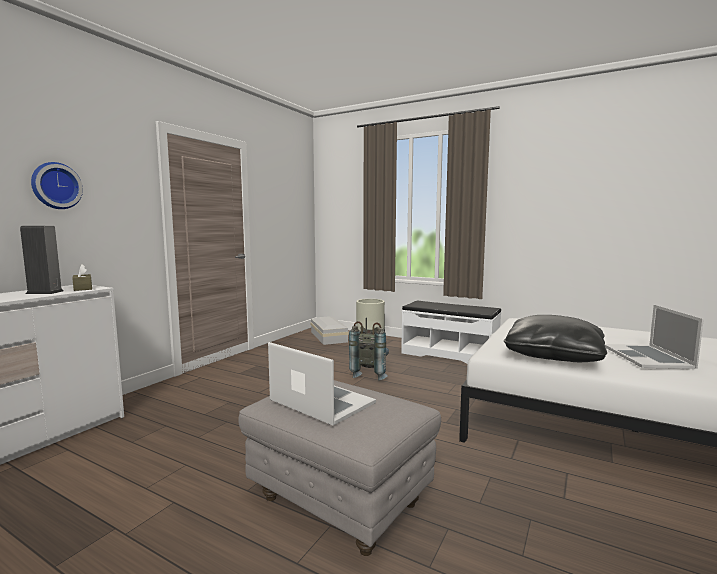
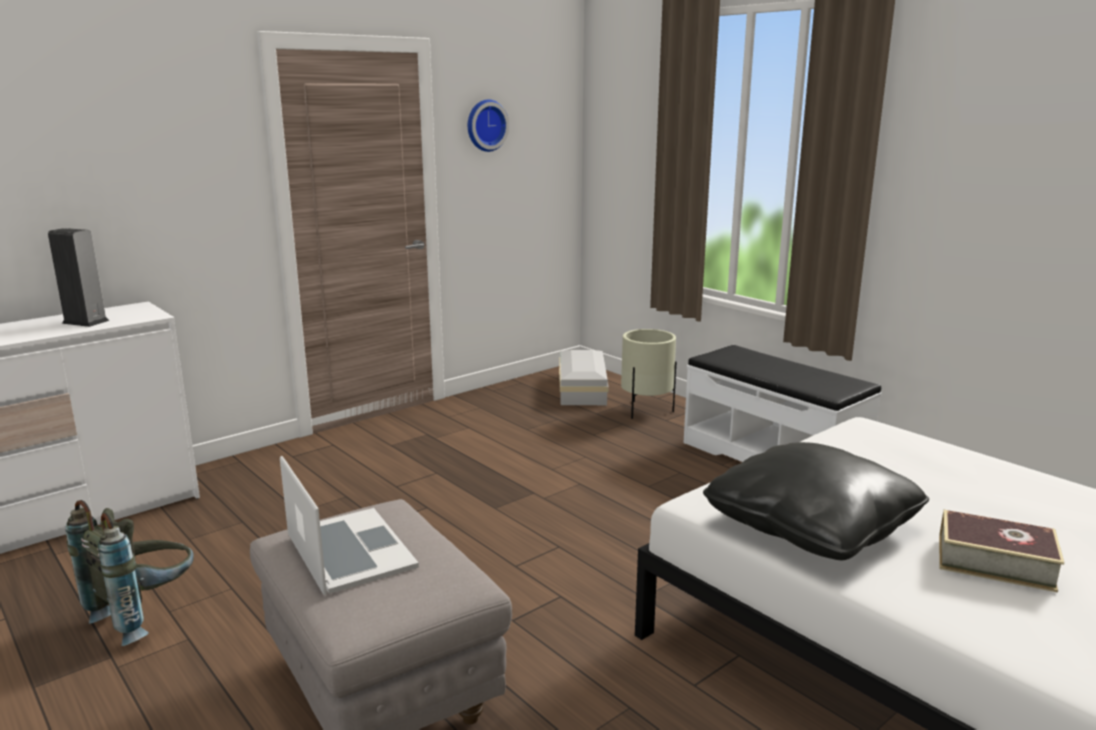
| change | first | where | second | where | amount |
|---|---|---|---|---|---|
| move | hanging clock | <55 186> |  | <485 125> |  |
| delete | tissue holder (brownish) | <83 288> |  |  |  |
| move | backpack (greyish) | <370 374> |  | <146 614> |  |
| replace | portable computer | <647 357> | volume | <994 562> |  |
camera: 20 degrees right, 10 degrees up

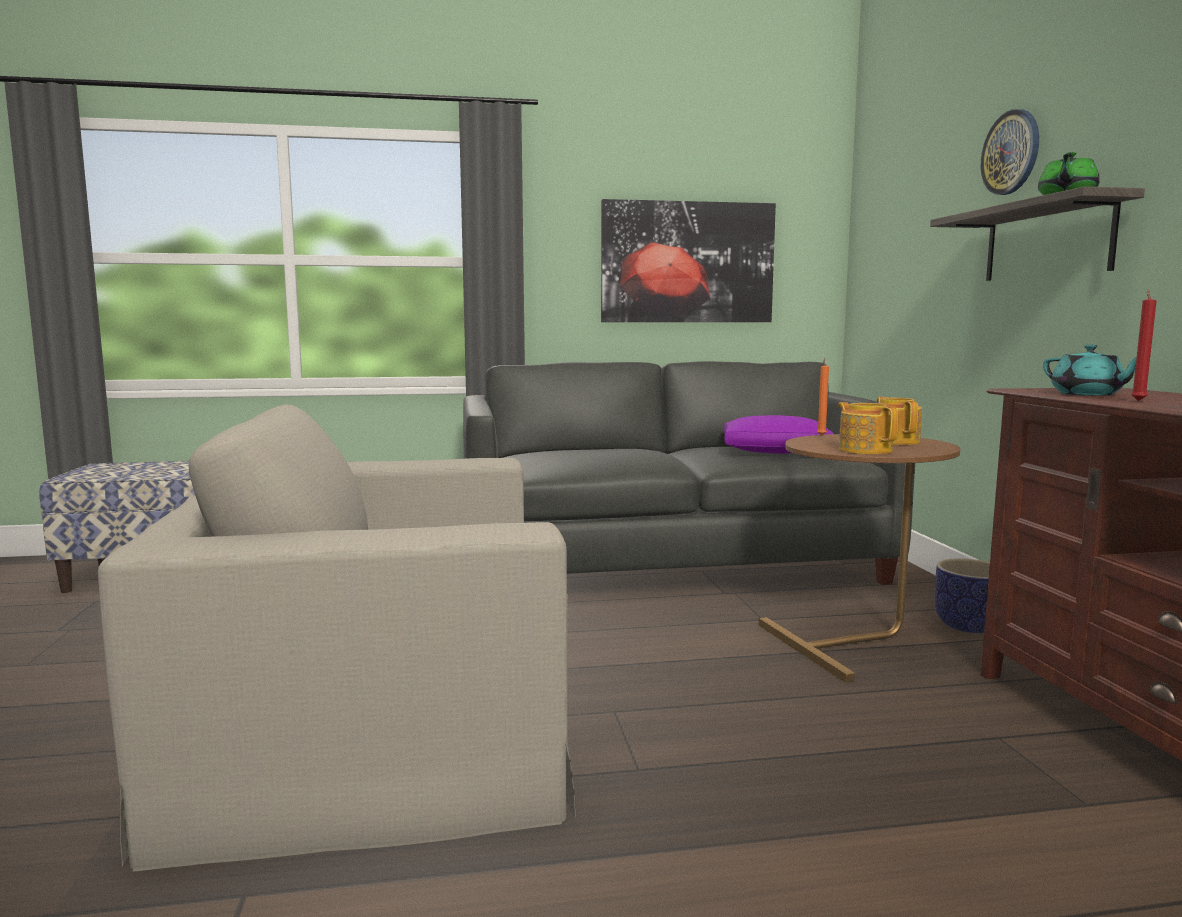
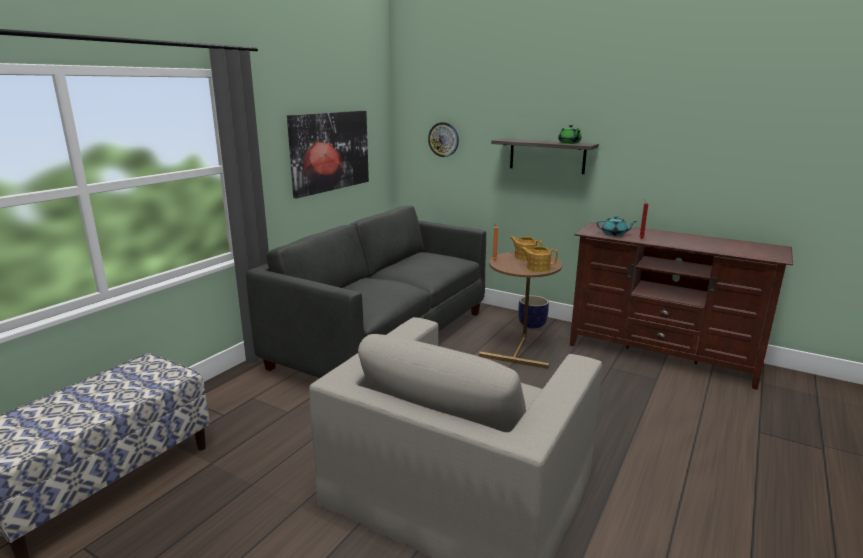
| change | first | where | second | where | amount |
|---|---|---|---|---|---|
| delete | cushion (purple-coloured) | <777 451> |  |  |  |
| move | hanging clock | <1011 152> |  | <443 139> |  |
camera: 50 degrees left, 10 degrees up

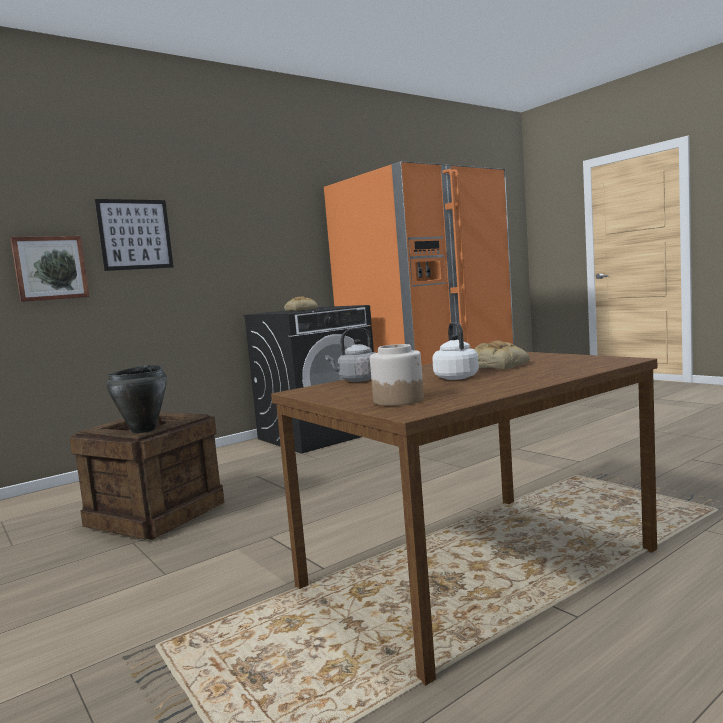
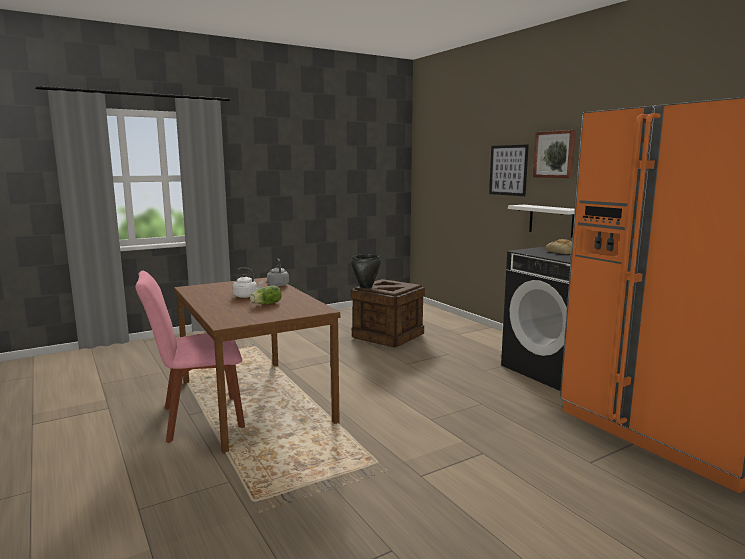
| change | first | where | second | where | amount |
|---|---|---|---|---|---|
| move | wall art | <50 268> |  | <555 154> |  |
| delete | jar | <398 400> |  |  |  |
| replace | bread | <497 366> | lettuce | <265 304> |  |
| insert |  |  | upright chair (pink) | <197 419> |  |
| insert |  |  | shelf (whitish) | <551 220> |  |
camera: 95 degrees right, 5 degrees up

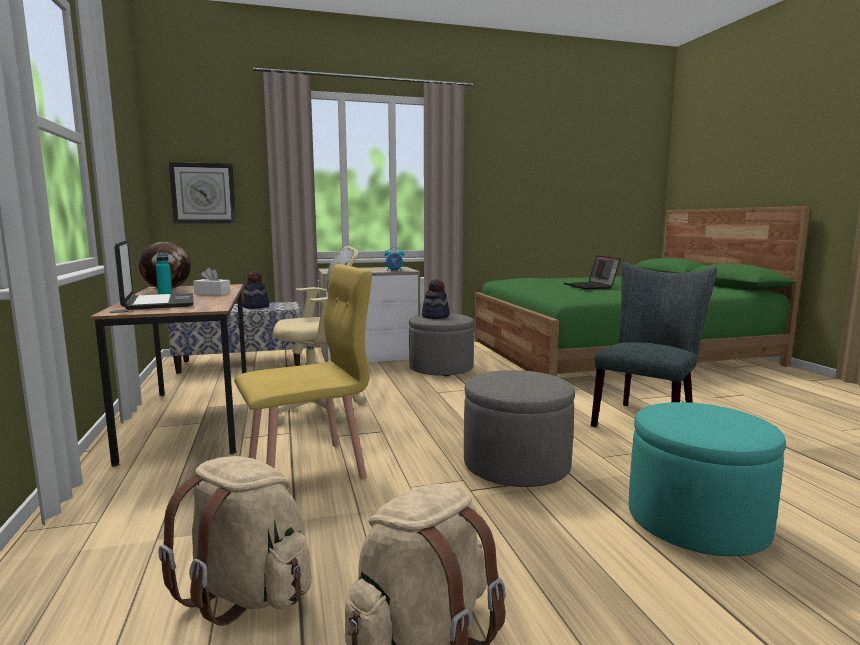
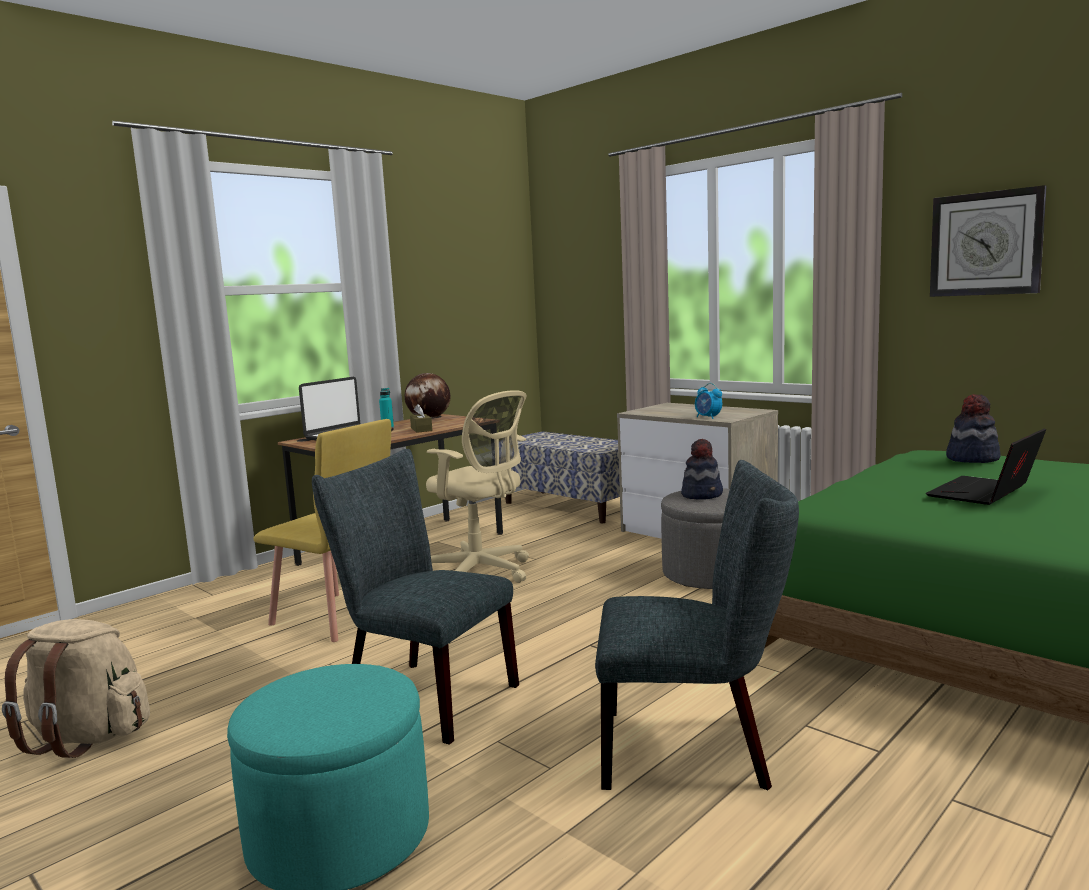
| change | first | where | second | where | amount |
|---|---|---|---|---|---|
| delete | backpack (beige) | <247 591> |  |  |  |
| move | hanging clock | <203 193> |  | <986 244> |  |
| recolor | tissue holder (whitish) | <212 293> | tissue holder (brownish) | <421 429> |  |
| move | clothing hat | <255 306> |  | <972 458> |  |
| replace | footrest (greyish) | <516 465> | upright chair (greyish) | <421 696> |  |
camera: 60 degrees right, 0 degrees up

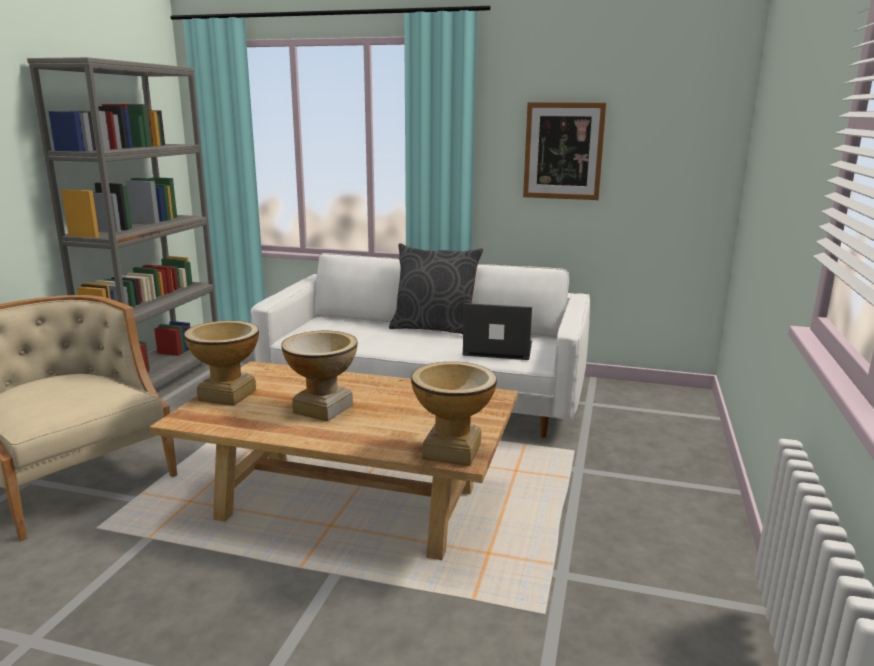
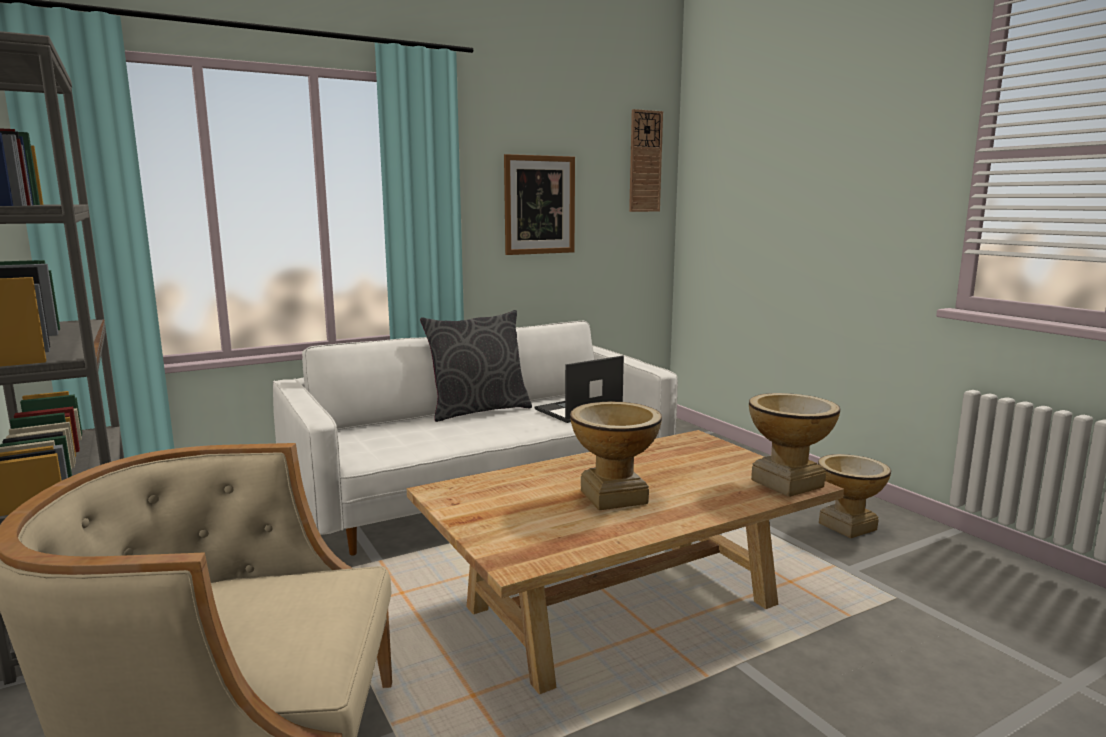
| change | first | where | second | where | amount |
|---|---|---|---|---|---|
| move | vase | <228 395> |  | <847 526> |  |
| insert |  |  | hanging clock | <645 161> |  |
camera: 45 degrees left, 5 degrees down

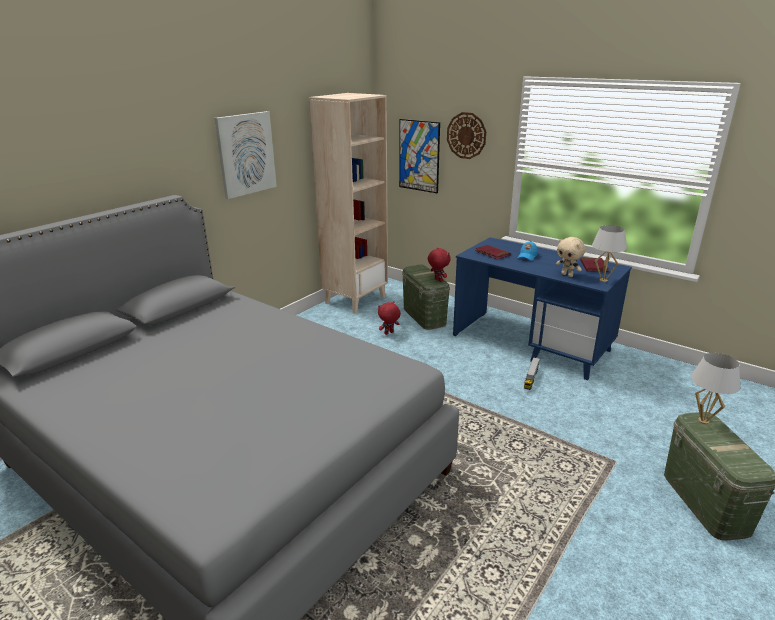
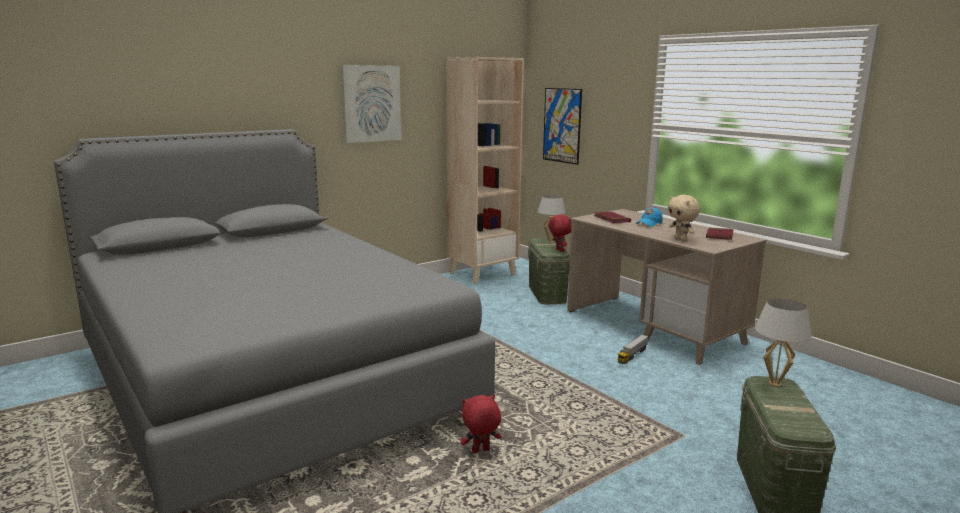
| change | first | where | second | where | amount |
|---|---|---|---|---|---|
| move | soft toy (reddish) | <389 333> |  | <480 451> |  |
| delete | hanging clock | <466 135> |  |  |  |
| recolor | desk unit (blue-coloured) | <532 343> | desk unit (beige) | <654 327> |  |
| move | table lamp (whitish) | <603 280> |  | <550 242> |  |
camera: 15 degrees right, 10 degrees down

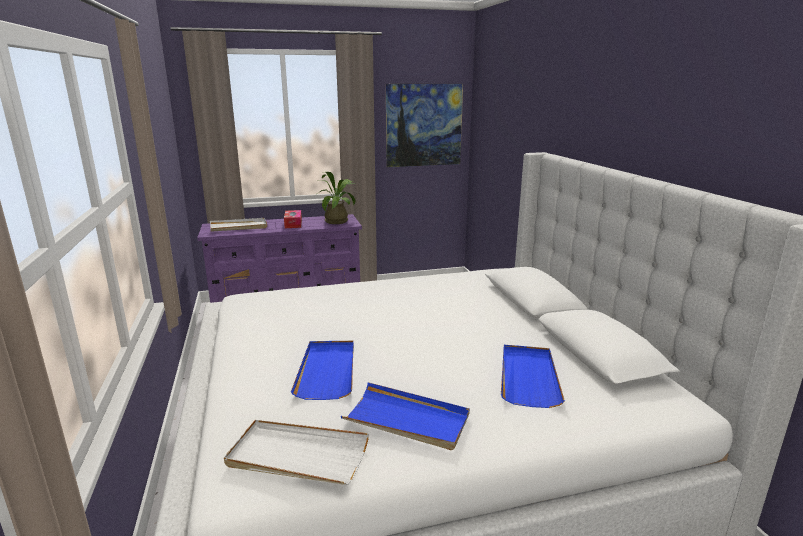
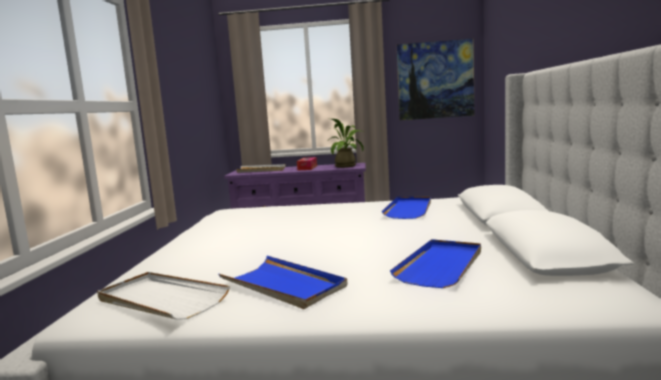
| change | first | where | second | where | amount |
|---|---|---|---|---|---|
| move | tray (blue-coloured) | <327 371> |  | <409 210> |  |
camera: 20 degrees right, 10 degrees down

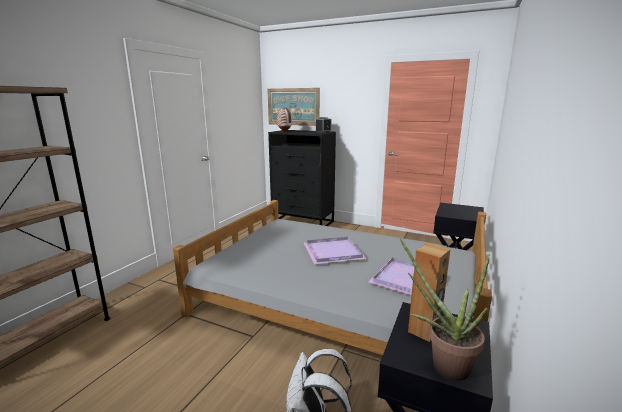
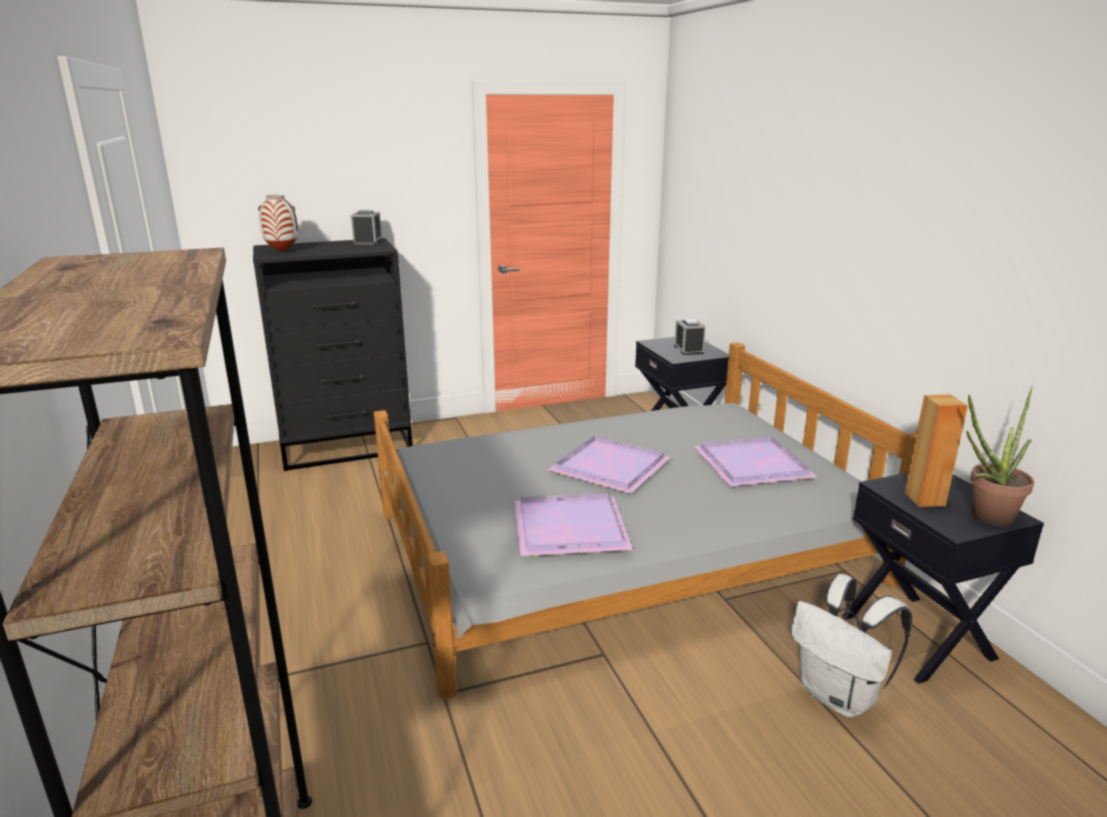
| change | first | where | second | where | amount |
|---|---|---|---|---|---|
| delete | wall art | <293 106> |  |  |  |
| insert |  |  | tray (purple-coloured) | <568 529> |  |
| insert |  |  | table clock | <688 350> |  |
camera: 45 degrees left, 5 degrees up

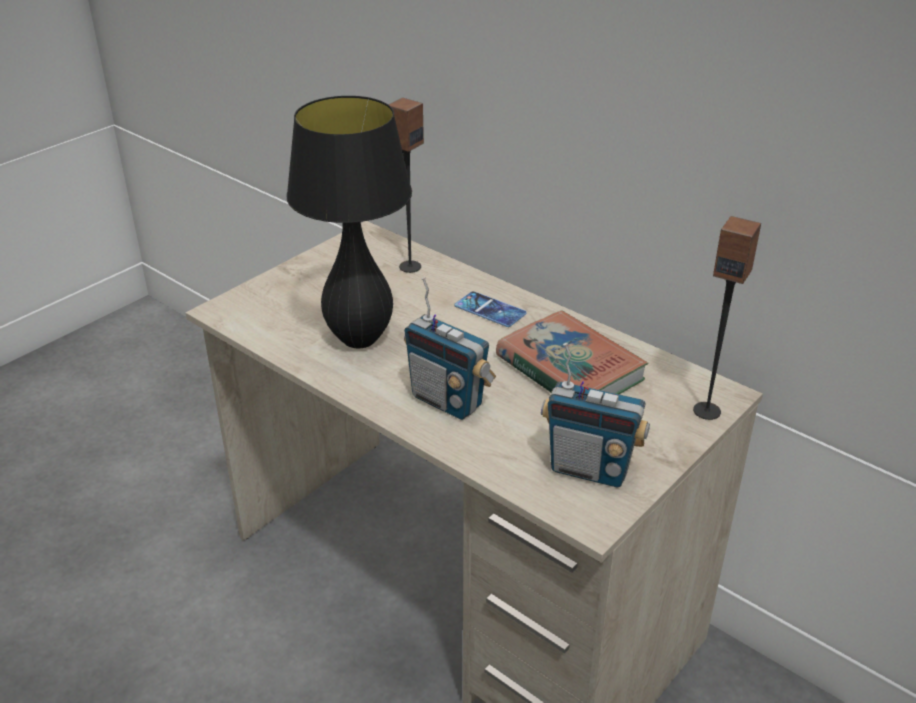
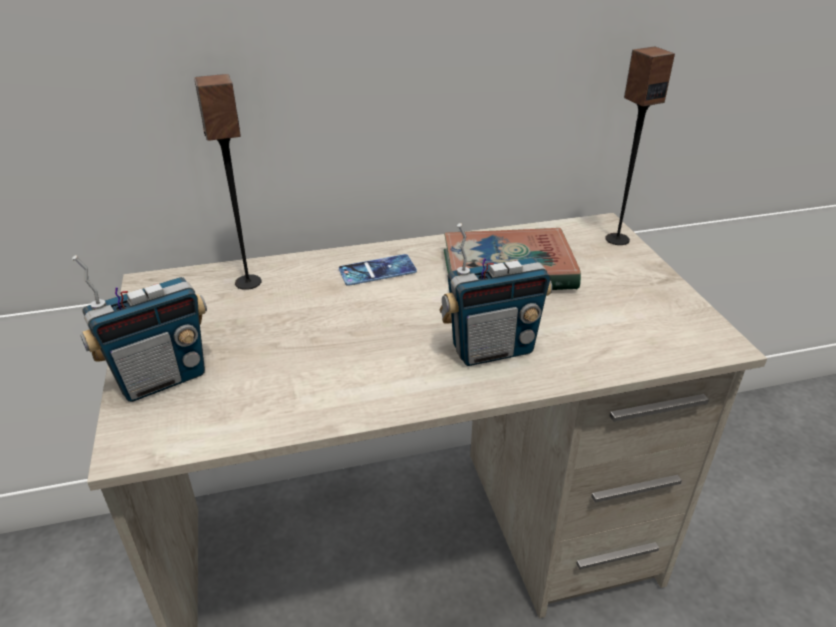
| change | first | where | second | where | amount |
|---|---|---|---|---|---|
| delete | table lamp (blackish) | <359 340> |  |  |  |
| move | radio | <590 469> |  | <161 378> |  |
camera: 55 degrees left, 0 degrees up

